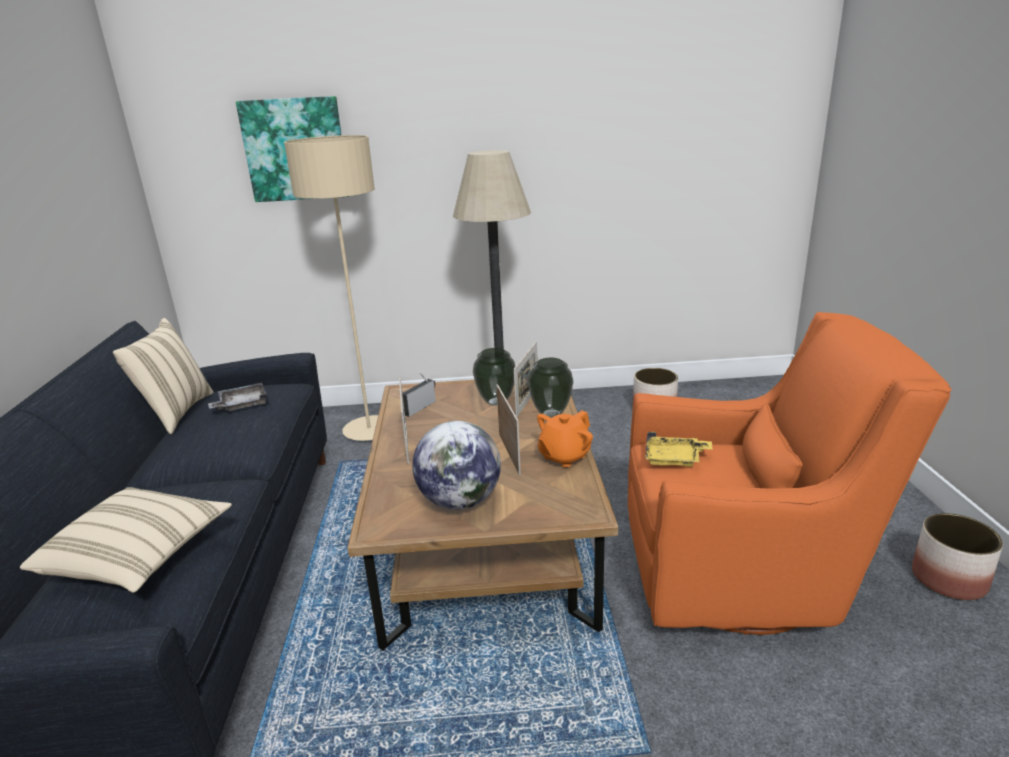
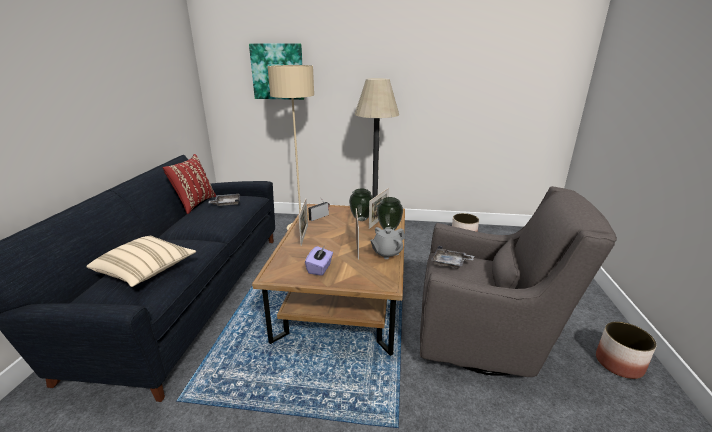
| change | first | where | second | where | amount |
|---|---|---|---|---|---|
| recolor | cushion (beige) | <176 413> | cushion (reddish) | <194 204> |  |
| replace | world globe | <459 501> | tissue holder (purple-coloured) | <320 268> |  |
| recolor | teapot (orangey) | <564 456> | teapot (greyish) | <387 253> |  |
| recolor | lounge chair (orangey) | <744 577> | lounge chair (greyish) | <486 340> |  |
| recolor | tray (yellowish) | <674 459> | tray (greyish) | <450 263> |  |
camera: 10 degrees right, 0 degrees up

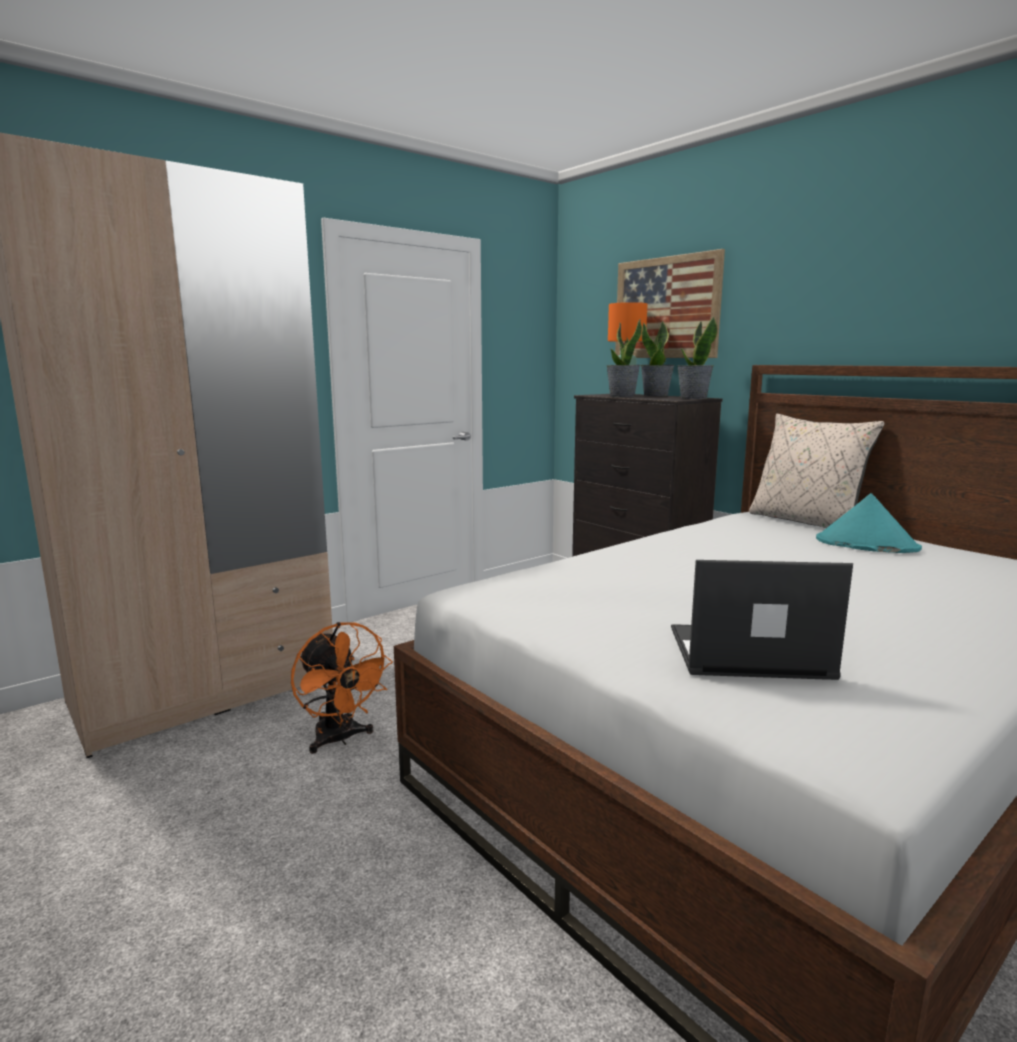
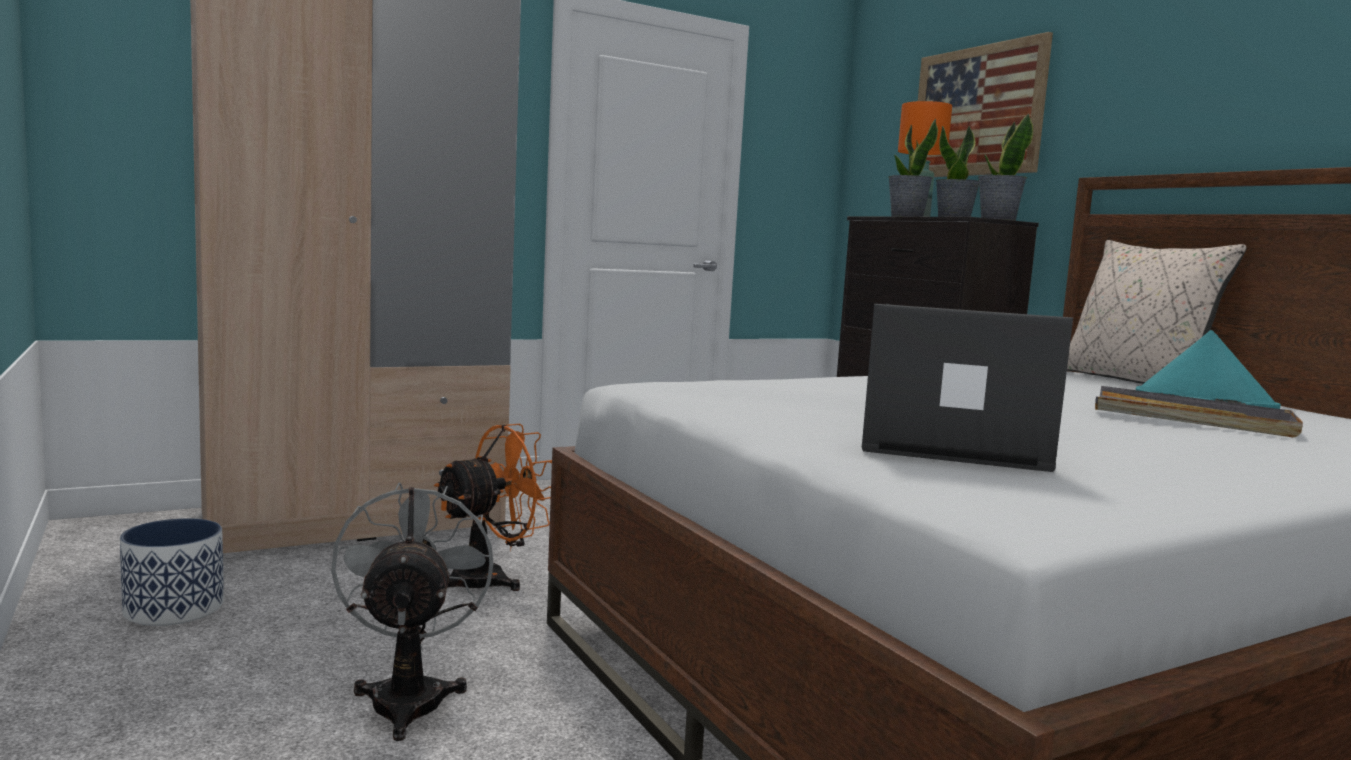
| change | first | where | second | where | amount |
|---|---|---|---|---|---|
| rotate | cooling fan (orangey) | <340 739> |  | <491 579> | 105 degrees counterclockwise |
| insert |  |  | flower pot | <175 609> |  |
| insert |  |  | cooling fan (greyish) | <410 696> |  |
| insert |  |  | tray (greyish) | <1192 418> |  |
camera: 10 degrees right, 5 degrees down

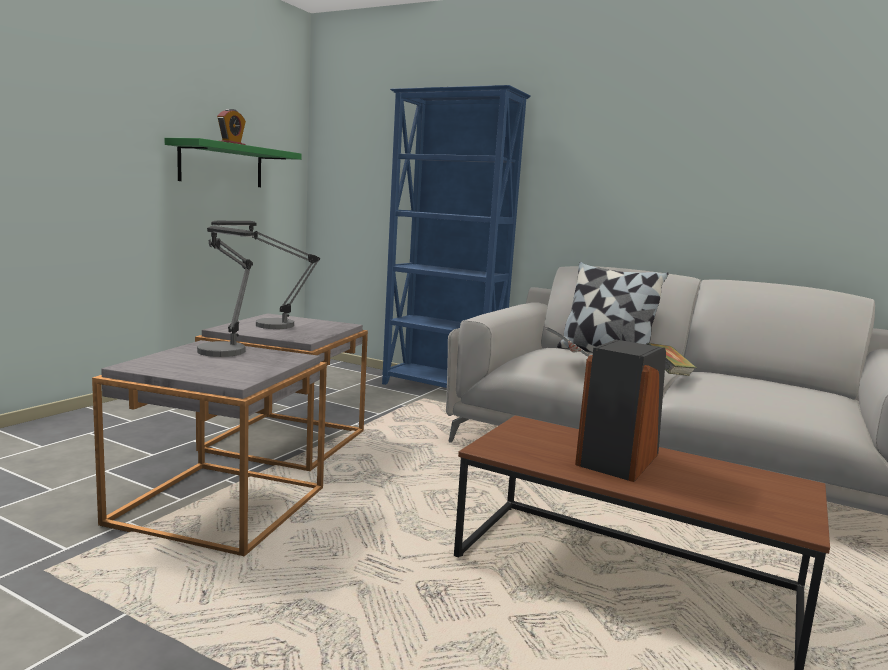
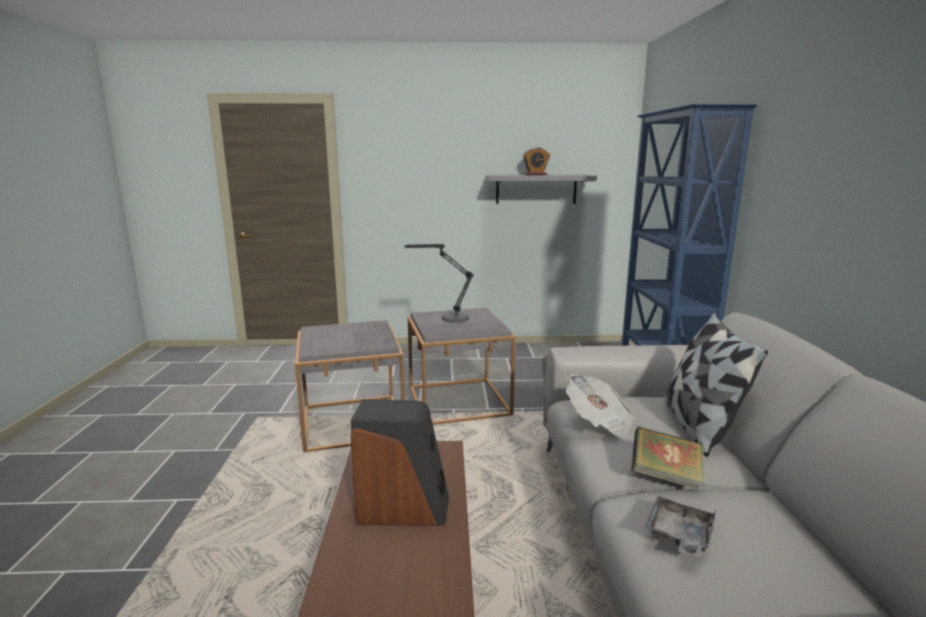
| change | first | where | second | where | amount |
|---|---|---|---|---|---|
| recolor | shelf (green) | <221 165> | shelf (greyish) | <536 189> |  |
| delete | table lamp | <226 354> |  |  |  |
| insert |  |  | tray (greyish) | <679 535> |  |
camera: 60 degrees right, 5 degrees up

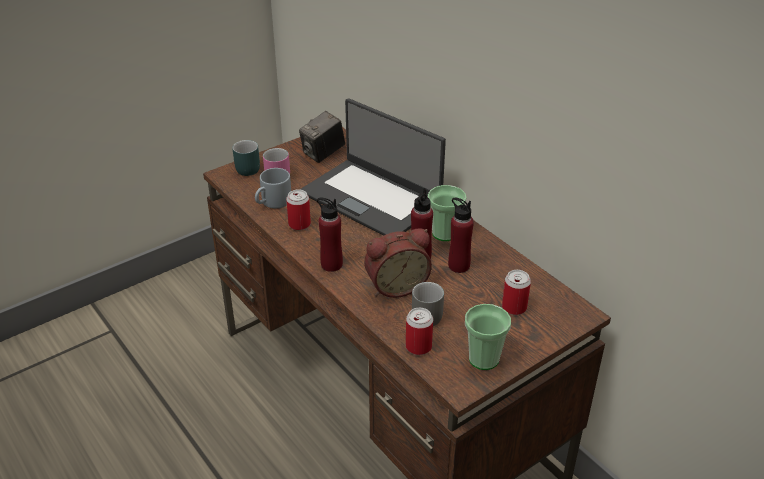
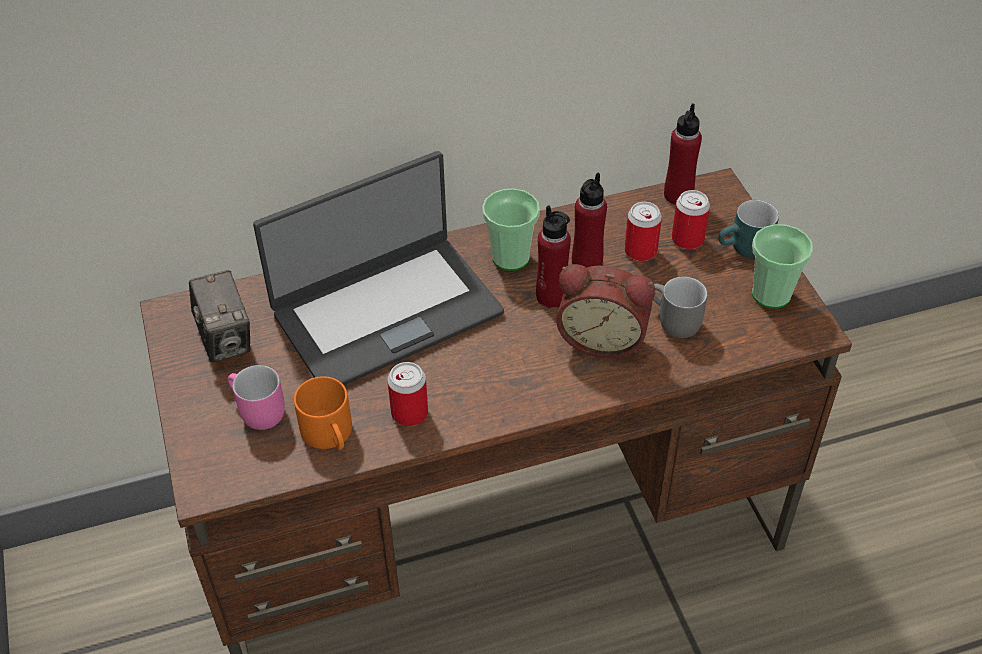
| change | first | where | second | where | amount |
|---|---|---|---|---|---|
| move | tea mug (turquoise-coloured) | <244 169> |  | <745 250> |  |
| recolor | tea mug (greyish) | <273 202> | tea mug (orangey) | <331 434> |  |
| move | beverage bottle (reddish) | <331 264> |  | <678 195> |  |
| rotate | table clock | <396 285> |  | <602 338> | 105 degrees clockwise |
| move | sealed can | <418 346> |  | <640 251> |  |
camera: 70 degrees left, 10 degrees up

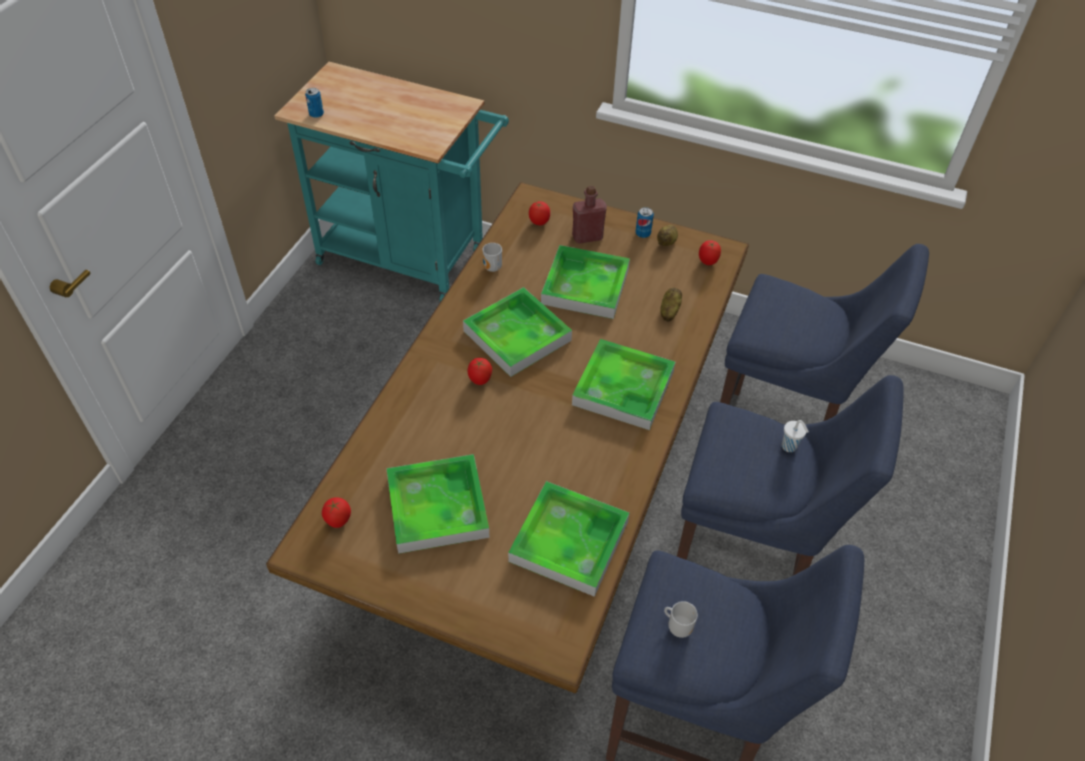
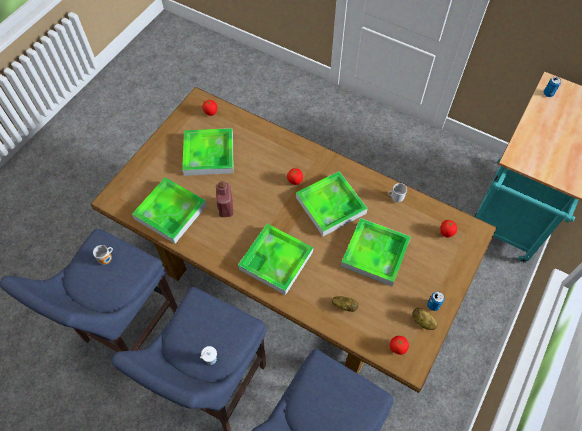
| change | first | where | second | where | amount |
|---|---|---|---|---|---|
| move | beverage bottle (reddish) | <587 237> |  | <226 208> |  |
camera: 100 degrees right, 10 degrees up

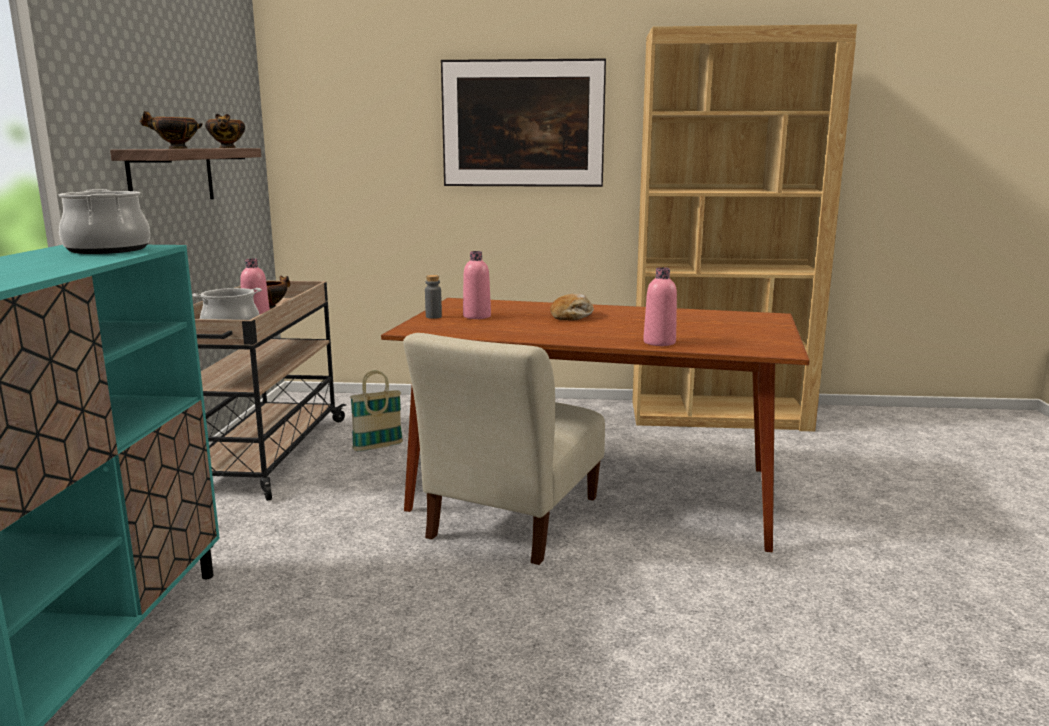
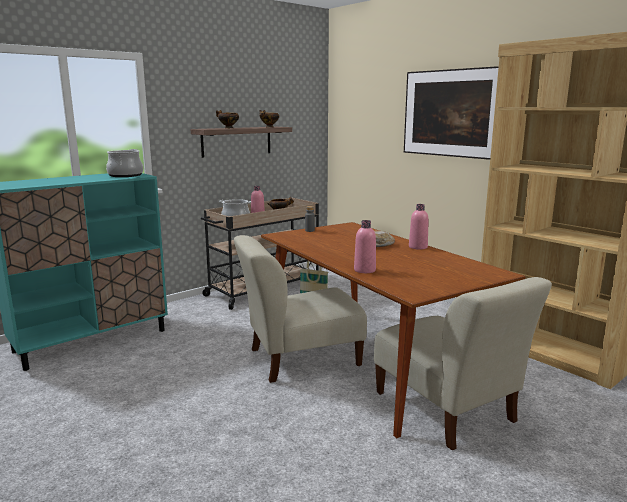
| change | first | where | second | where | amount |
|---|---|---|---|---|---|
| move | beverage bottle (pink) | <477 316> |  | <418 247> |  |
| insert |  |  | upright chair (beige) | <447 410> |  |
camera: 45 degrees right, 0 degrees up

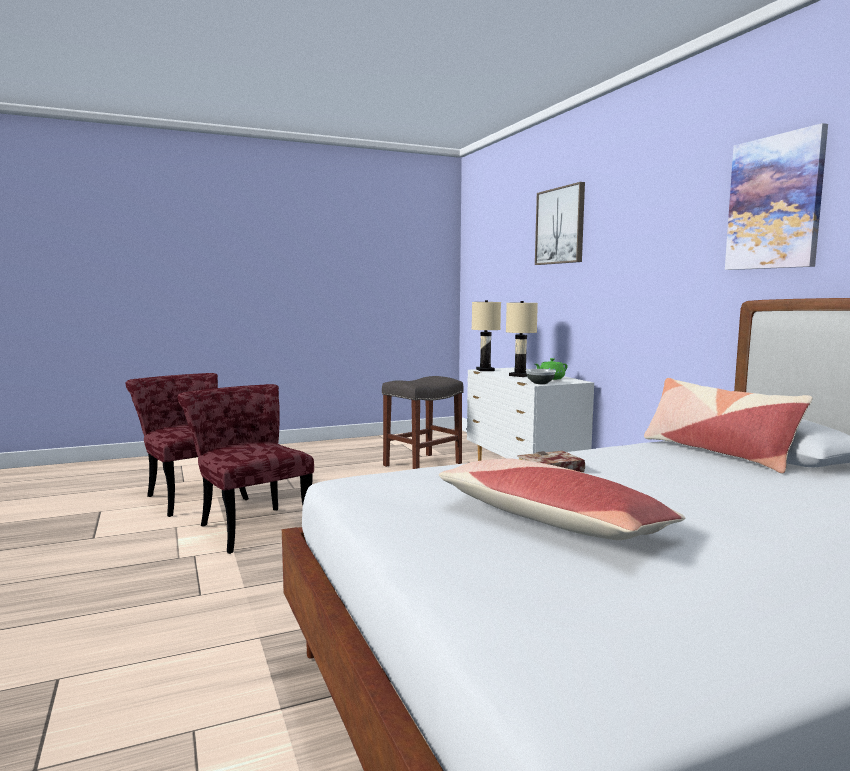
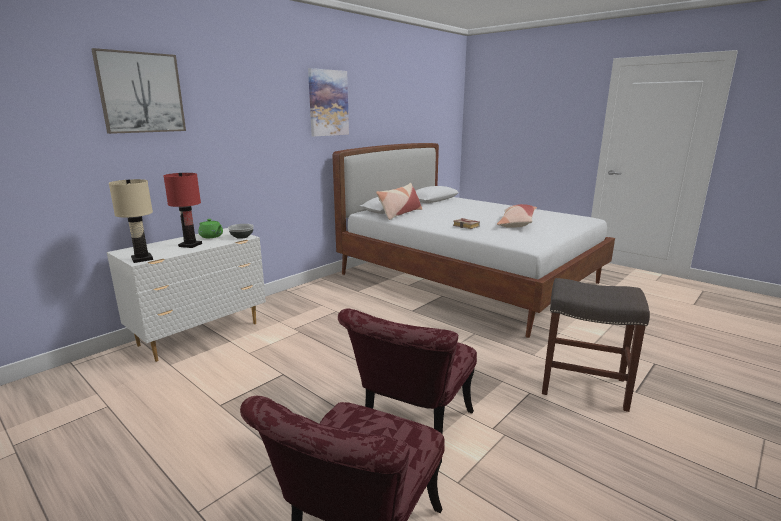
| change | first | where | second | where | amount |
|---|---|---|---|---|---|
| move | stool (greyish) | <422 465> |  | <585 386> |  |
| recolor | table lamp (beige) | <520 375> | table lamp (reddish) | <190 245> |  |
camera: 115 degrees left, 10 degrees up

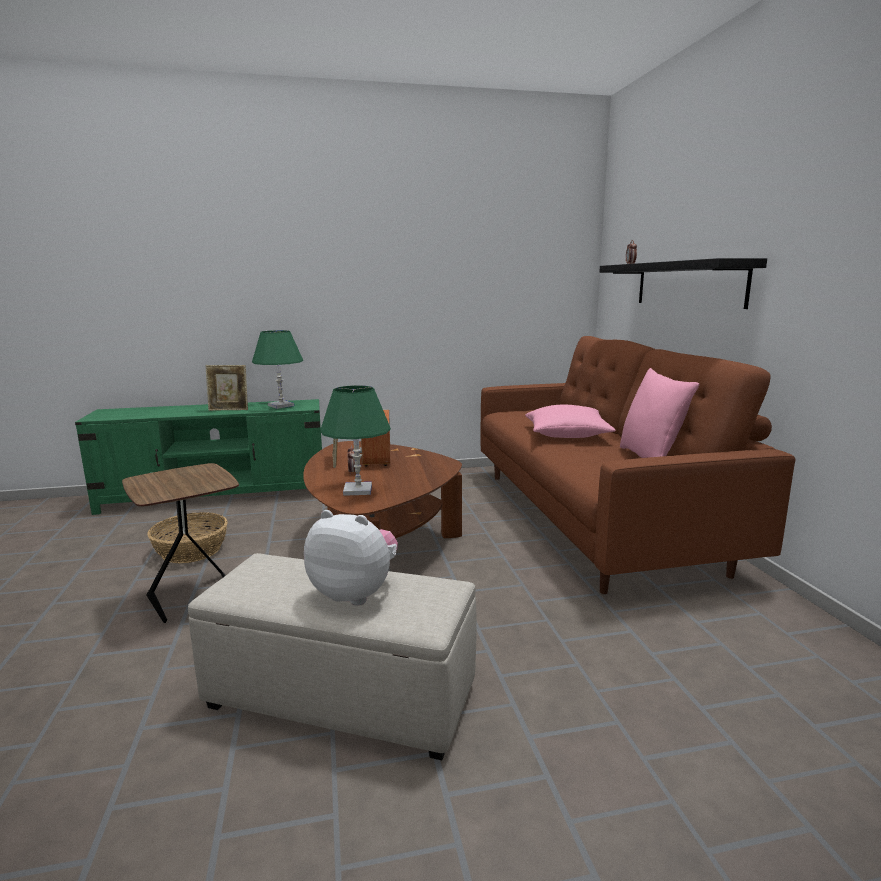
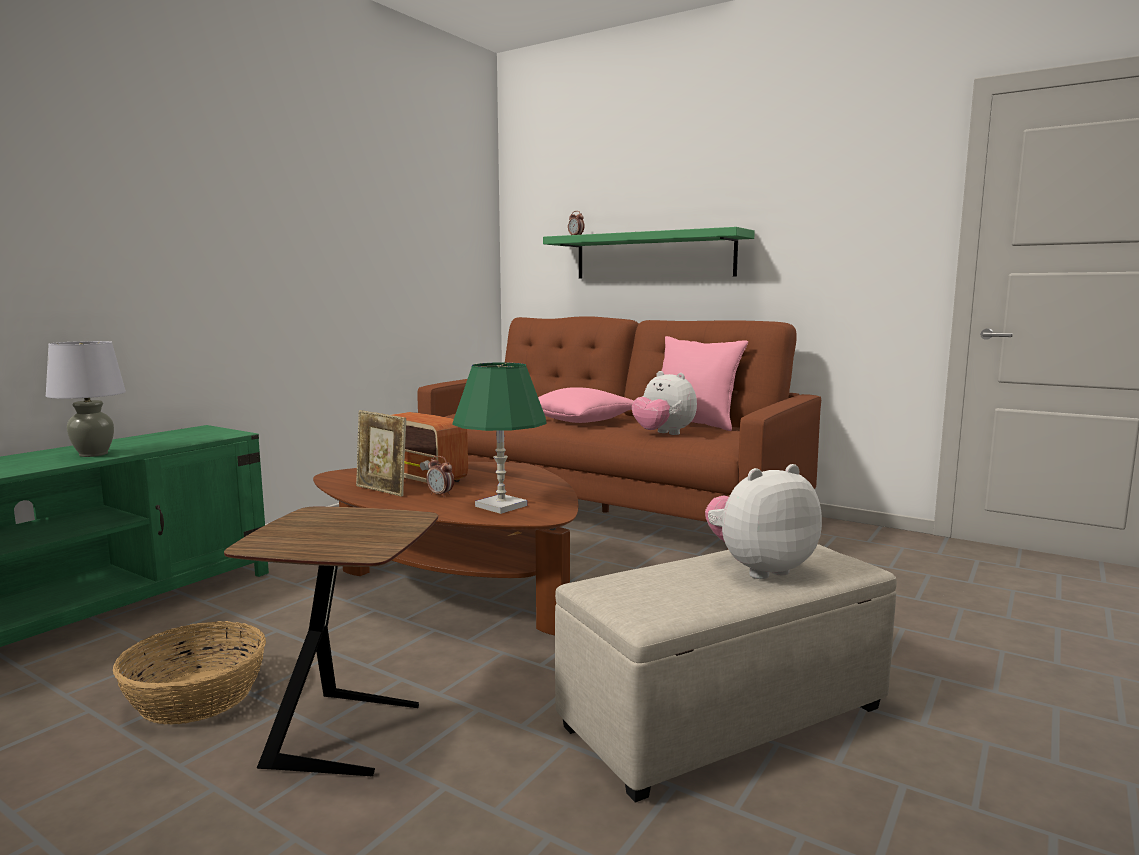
| change | first | where | second | where | amount |
|---|---|---|---|---|---|
| replace | standing frame | <229 410> | table lamp (greyish) | <93 454> |  |
| delete | table lamp (green) | <281 406> |  |  |  |
| recolor | shelf (blackish) | <688 284> | shelf (green) | <653 256> |  |
| insert |  |  | soft toy | <663 434> |  |
camera: 45 degrees left, 5 degrees down

